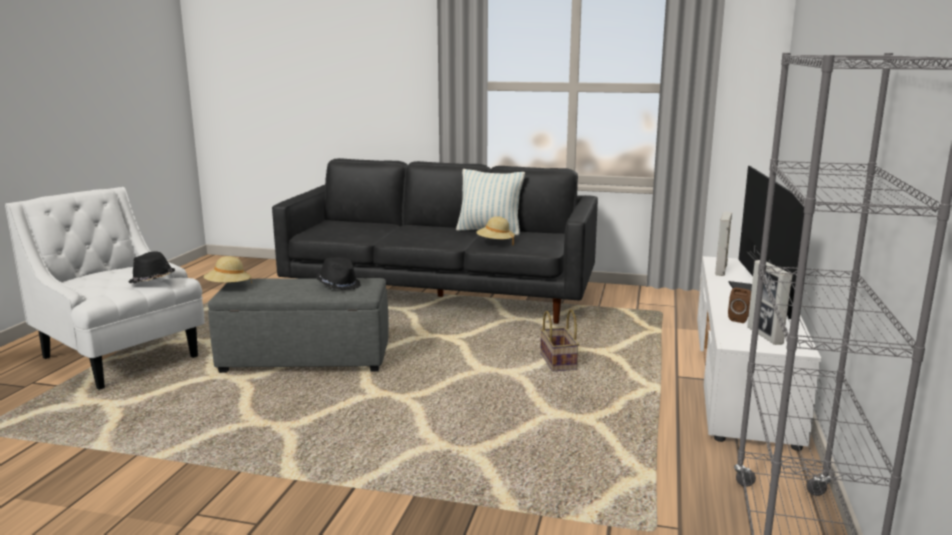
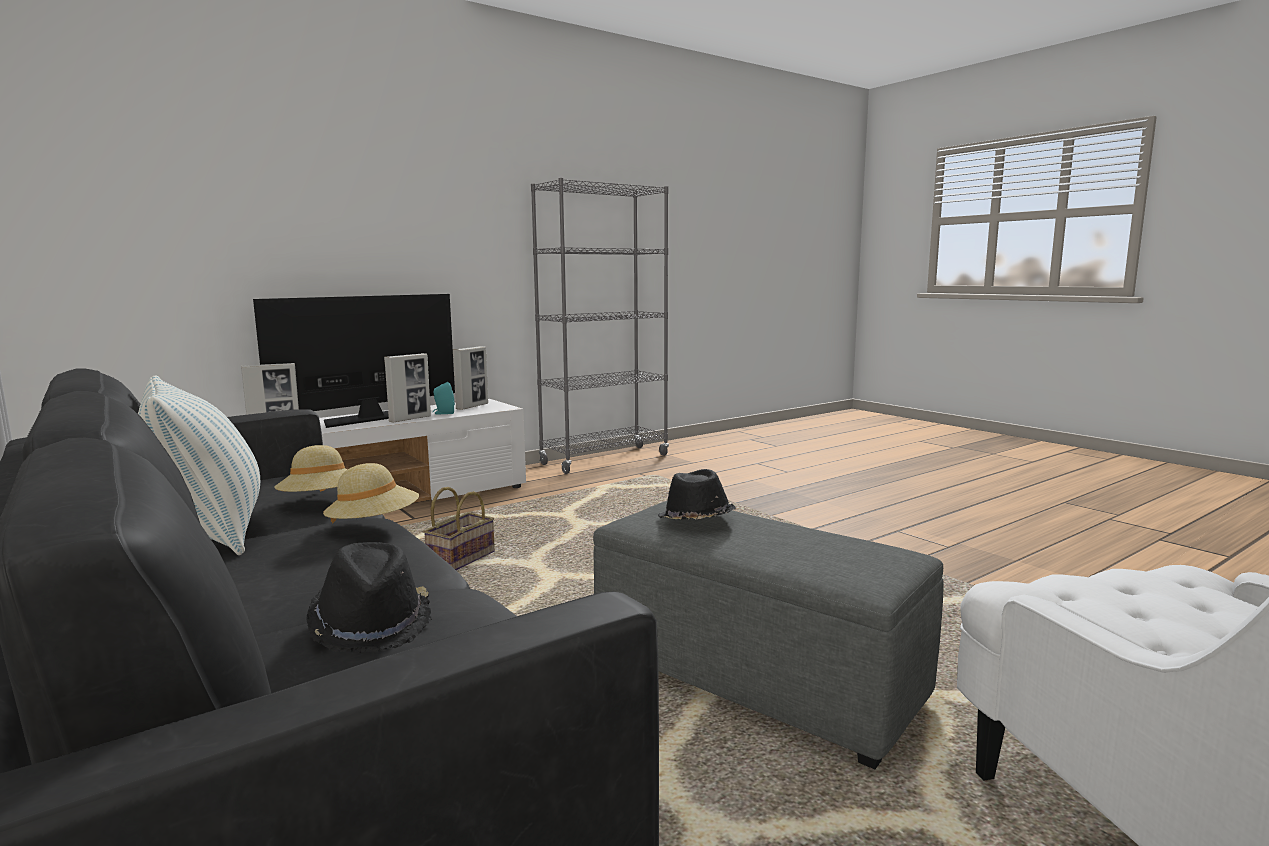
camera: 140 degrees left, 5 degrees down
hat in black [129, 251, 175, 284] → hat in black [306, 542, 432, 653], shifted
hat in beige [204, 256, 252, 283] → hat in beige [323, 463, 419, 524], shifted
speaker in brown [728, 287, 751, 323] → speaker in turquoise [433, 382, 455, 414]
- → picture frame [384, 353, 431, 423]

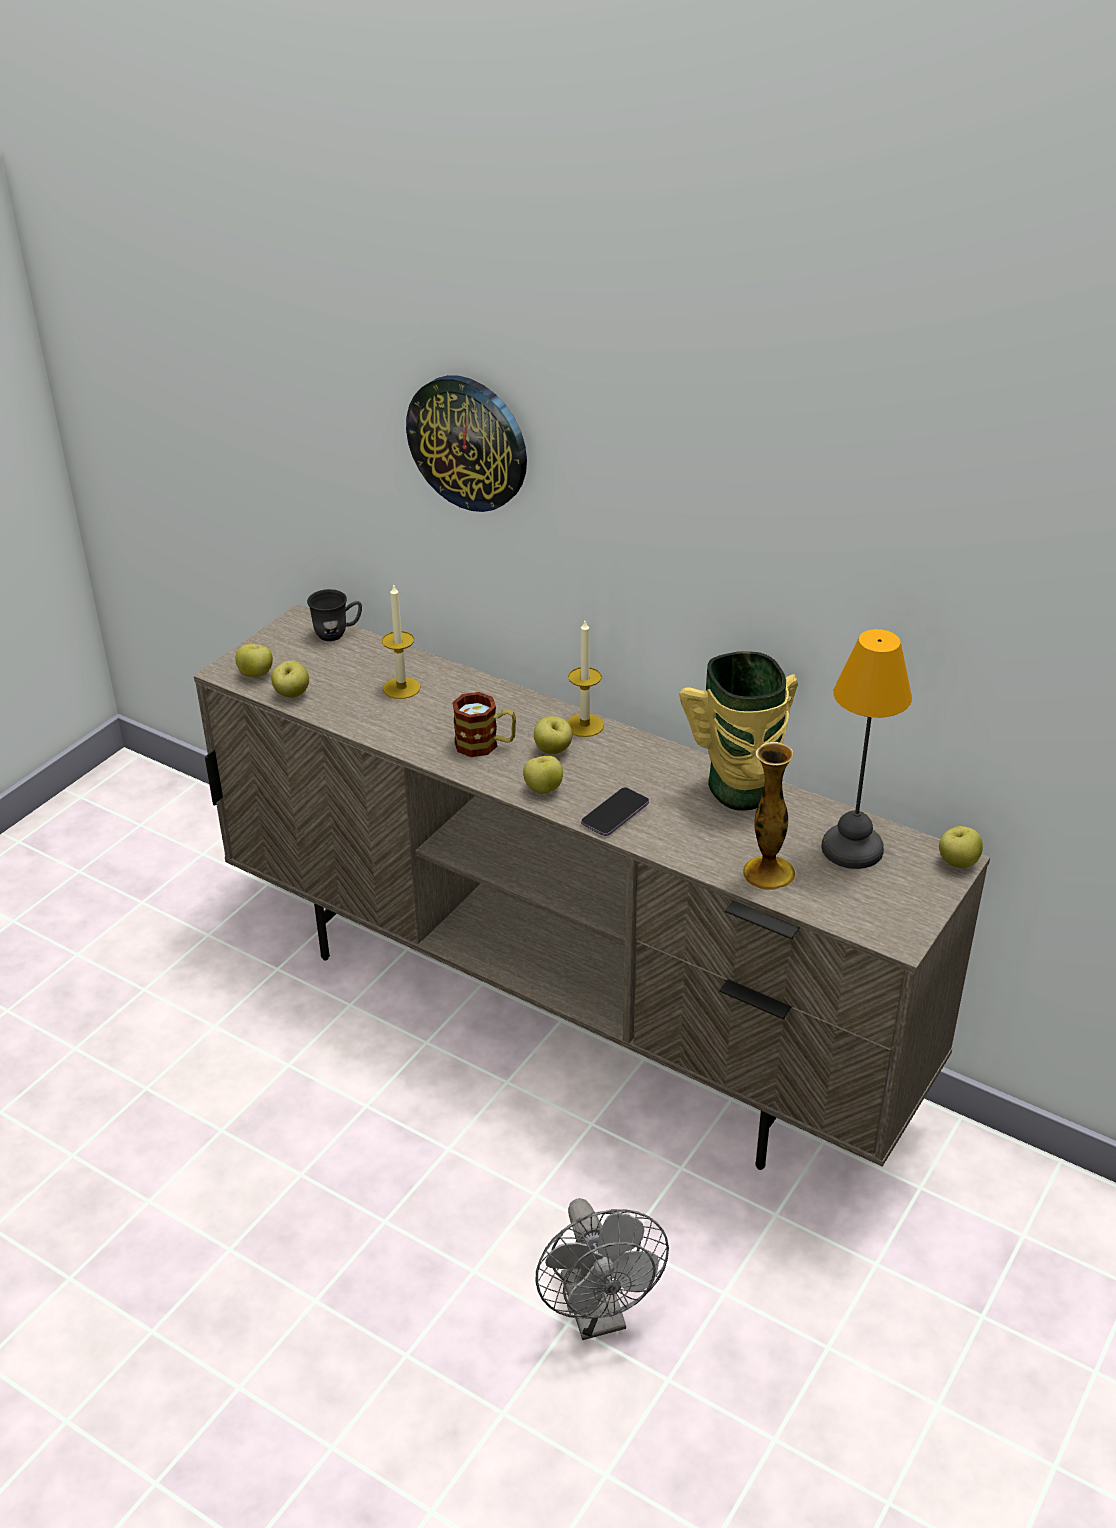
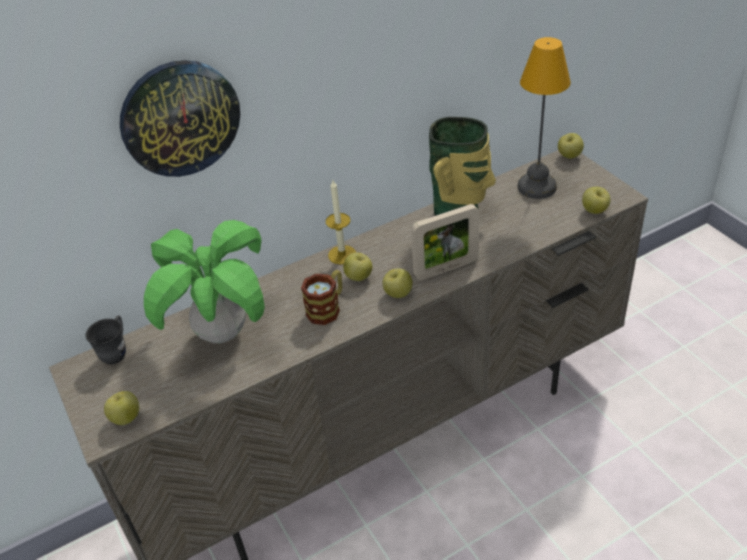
camera: 60 degrees left, 5 degrees up
candle [382, 583, 421, 699] → potted plant [144, 220, 265, 344]
apple [271, 661, 309, 698] → apple [582, 187, 611, 214], shifted
vase [743, 742, 796, 891] → -
phone [581, 787, 649, 836] → picture frame [411, 204, 479, 280]
fan in grey [536, 1198, 669, 1340] → -

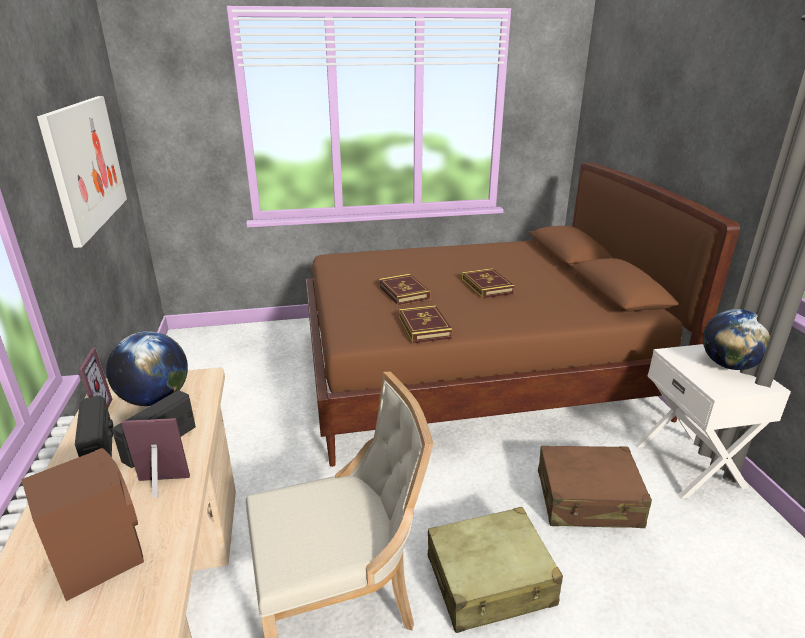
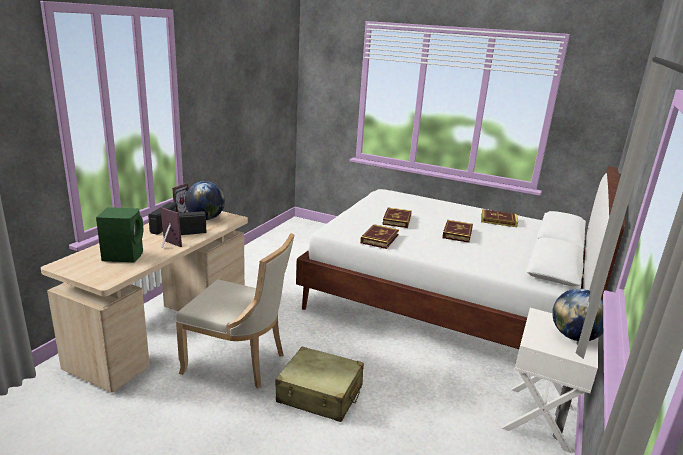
camera: 35 degrees right, 5 degrees down
picture [37, 96, 127, 248] → -
bed in brown [306, 162, 740, 467] → bed in white [296, 166, 625, 349]
suitcase in brown [538, 446, 652, 528] → -
speaker in brown [21, 448, 144, 601] → speaker in green [96, 207, 143, 263]
- → book [481, 209, 518, 227]

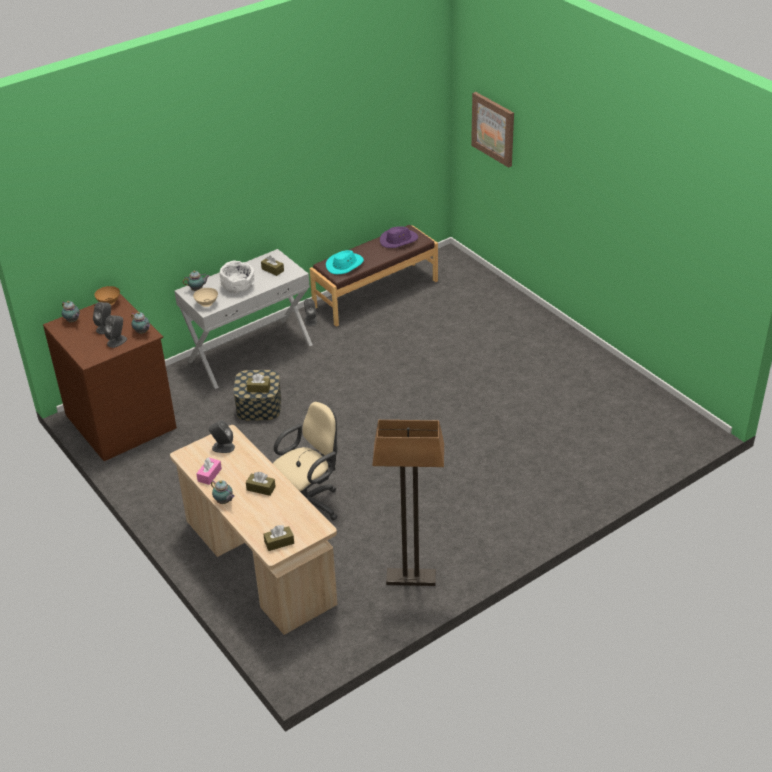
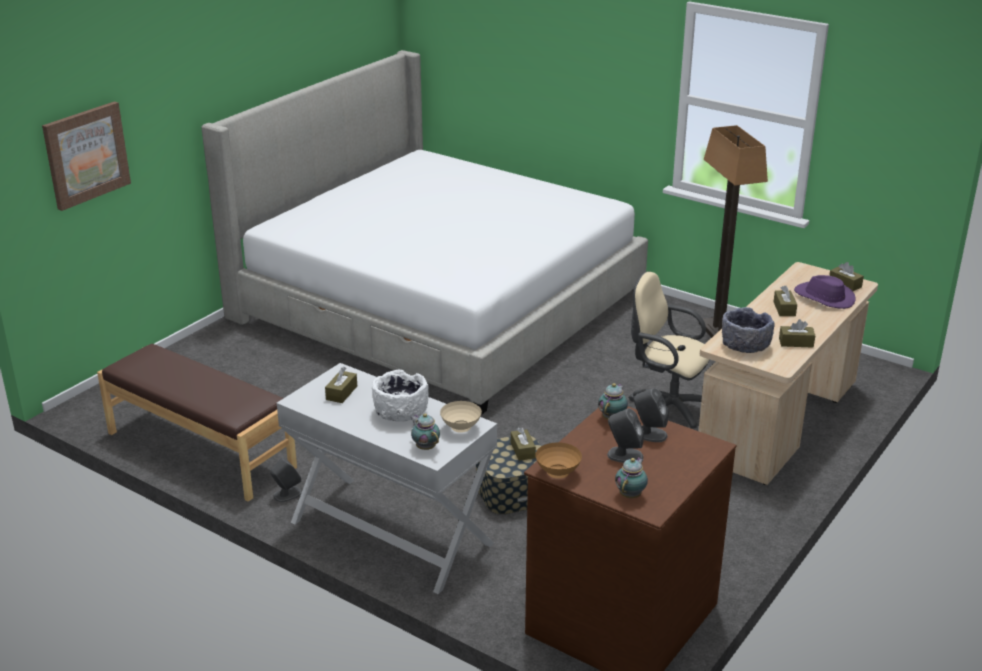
camera: 110 degrees left, 10 degrees down
hat in purple [380, 226, 418, 248] → hat in purple [794, 275, 856, 309], shifted
hat in turquoise [326, 250, 364, 274] → -
speaker in grey [209, 420, 235, 453] → bowl in grey [722, 307, 775, 353]
tissue box in pink [196, 458, 222, 485] → tissue box in brown [779, 319, 815, 348]
teapot [211, 480, 235, 504] → -
- → bed [201, 50, 648, 415]

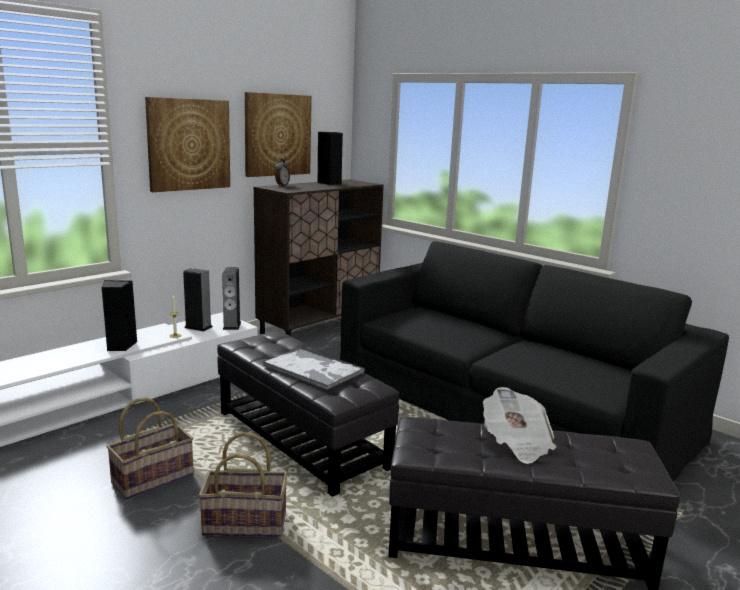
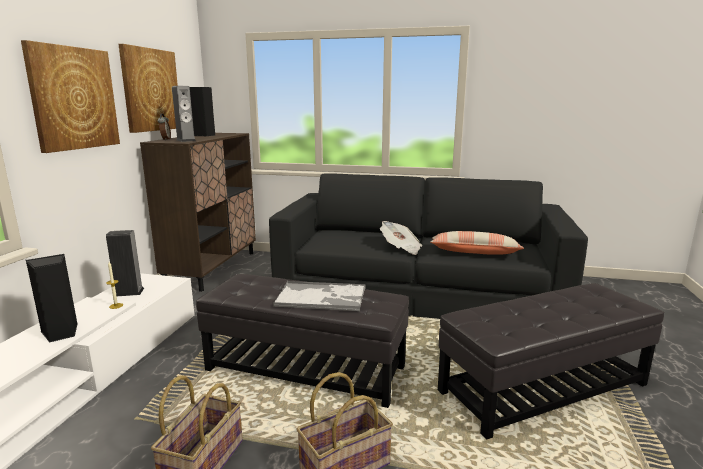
camera: 30 degrees left, 0 degrees up
speaker [222, 267, 241, 330] → speaker [172, 86, 196, 142], shifted
newspaper [483, 387, 556, 464] → newspaper [380, 221, 422, 255], shifted
- → pillow [430, 231, 524, 255]

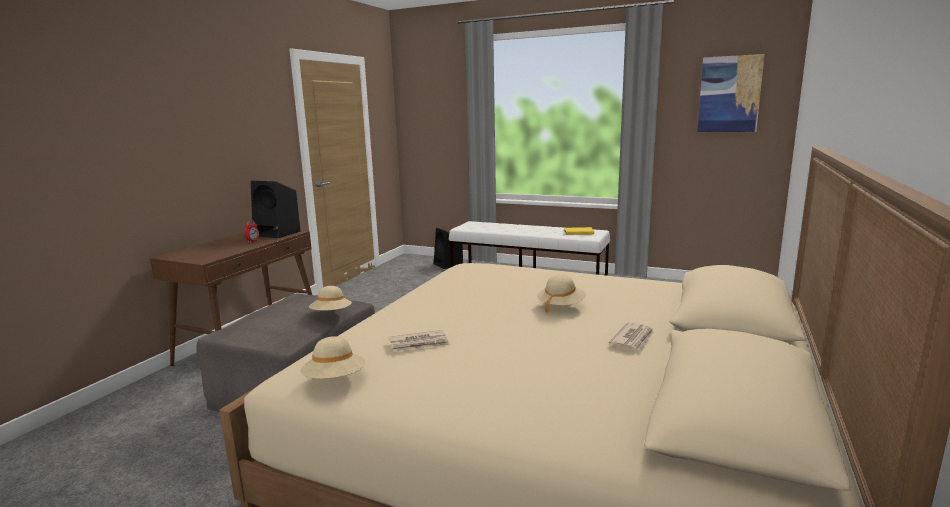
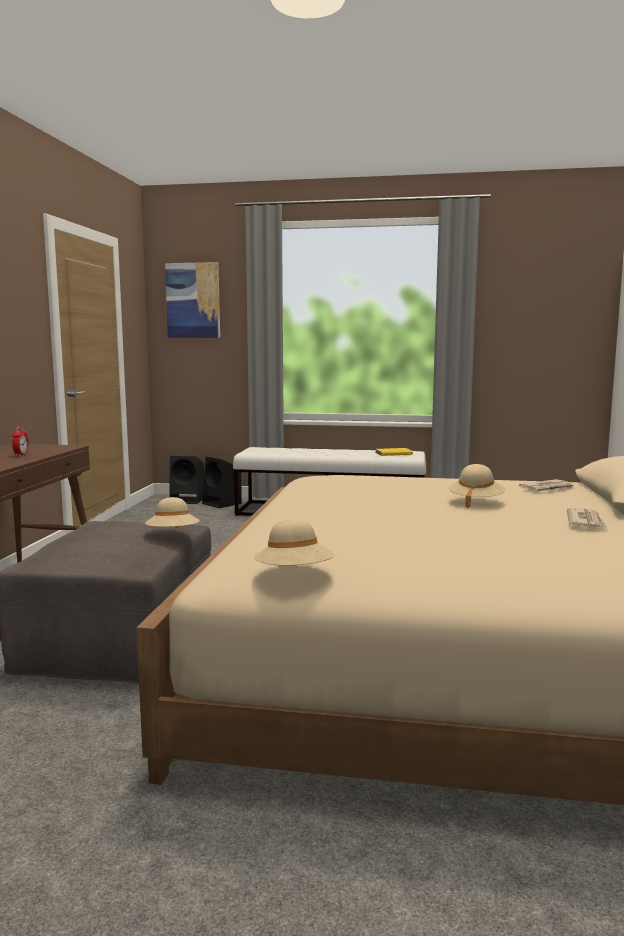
camera: 15 degrees left, 5 degrees down
picture [697, 54, 765, 132] → picture [165, 262, 220, 338], shifted
speaker in black [251, 181, 301, 238] → speaker in black [170, 456, 204, 504], shifted
newspaper [389, 330, 450, 352] → newspaper [519, 479, 574, 492], shifted

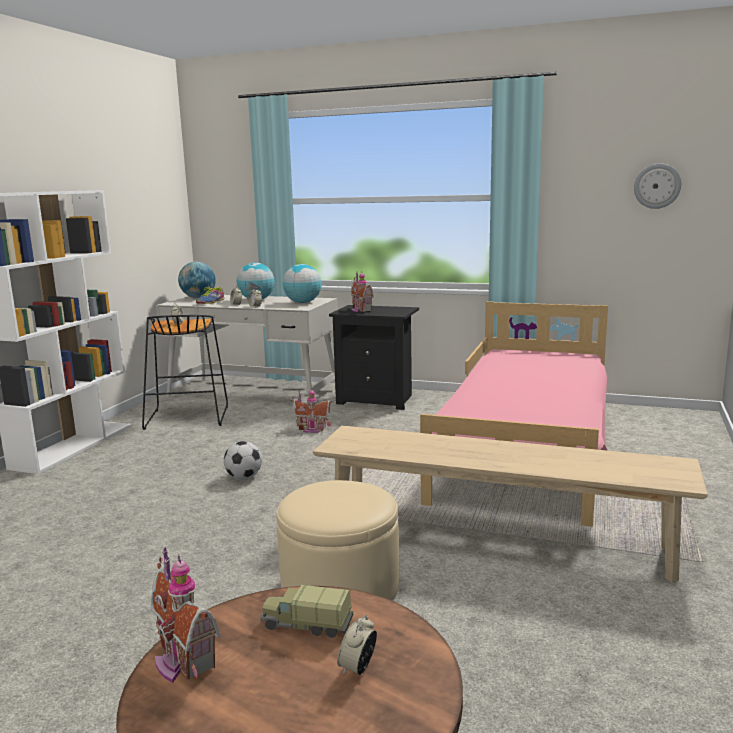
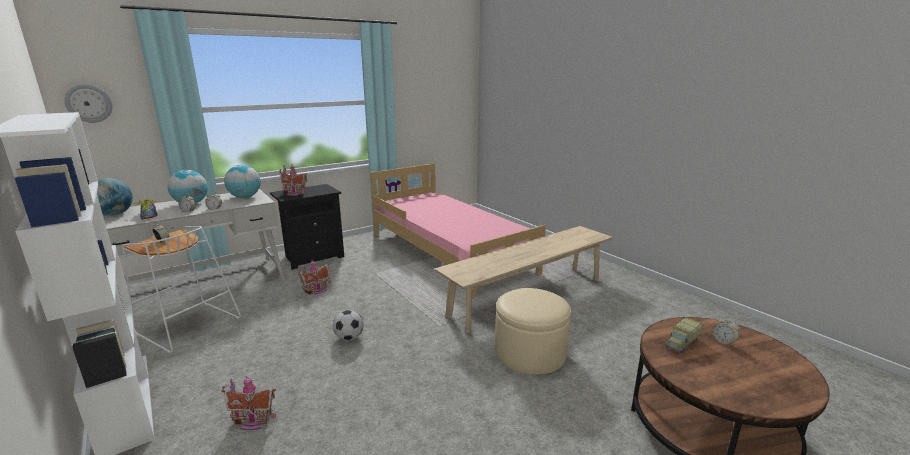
camera: 55 degrees left, 5 degrees up
wall clock [634, 163, 681, 209] → wall clock [64, 84, 112, 123], shifted
stool in black [142, 315, 228, 430] → stool in white [122, 226, 241, 354]
toy house [151, 547, 221, 683] → toy house [221, 376, 277, 430], shifted

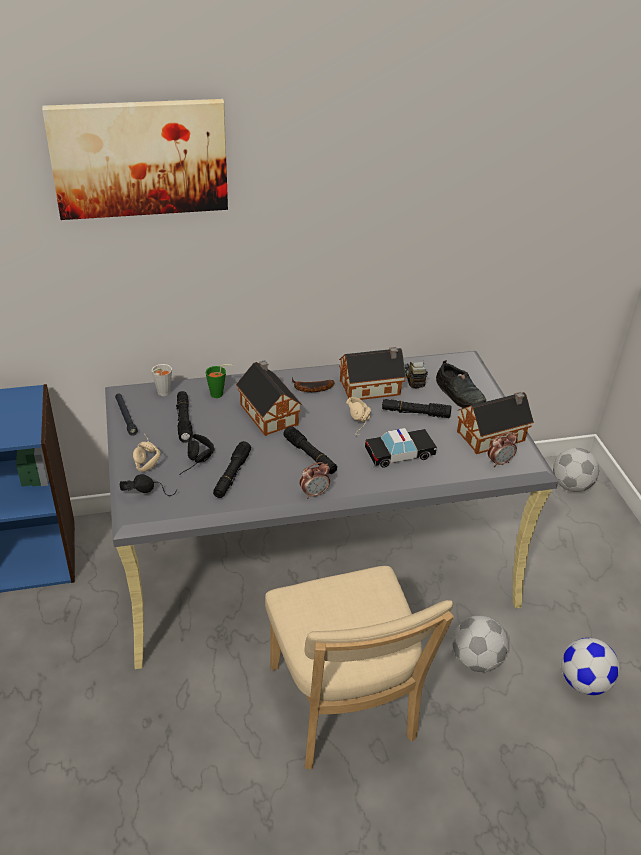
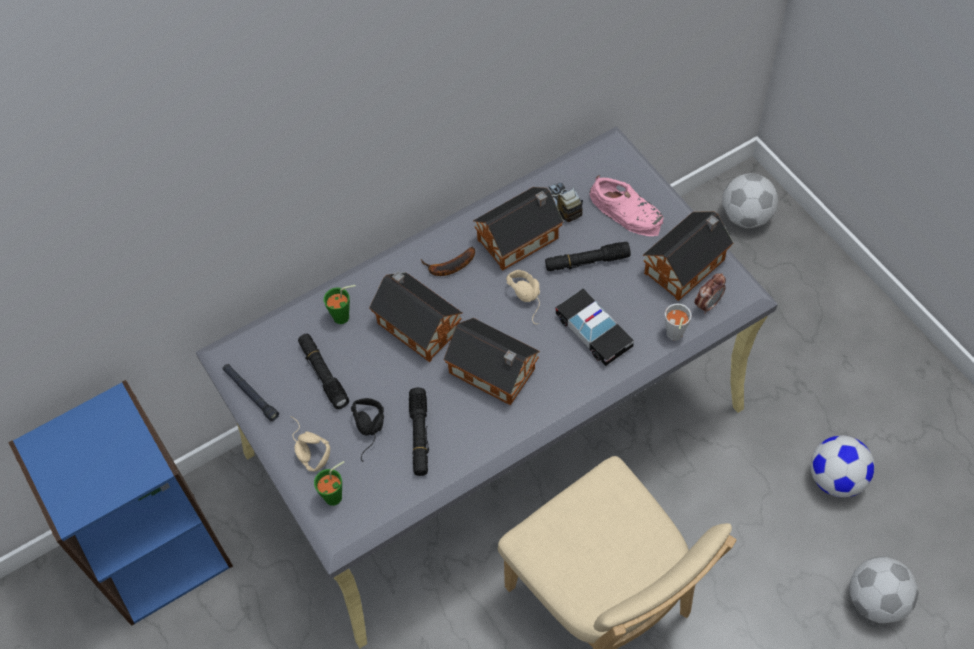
camera: 15 degrees left, 20 degrees up
picture [42, 99, 228, 220] → -
shoe in black [436, 360, 486, 408] → shoe in pink [589, 175, 663, 236]
cup in grey [152, 364, 172, 396] → cup in grey [665, 303, 692, 341], shifted
flashlight in black [283, 426, 337, 474] → toy house [444, 318, 540, 405]
toy car [365, 428, 437, 468] → toy car [555, 289, 634, 366], 90 degrees clockwise
alarm clock [299, 462, 330, 499] → -
headphones in black [120, 474, 177, 496] → cup in green [314, 461, 345, 506]
football [452, 616, 509, 672] → football [849, 557, 918, 624], shifted

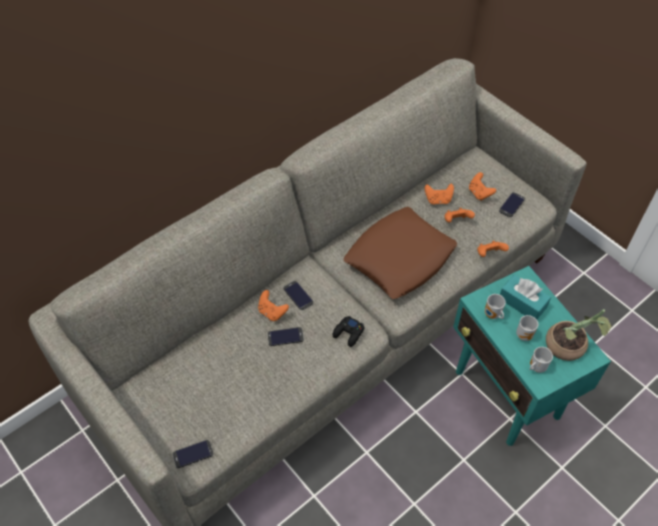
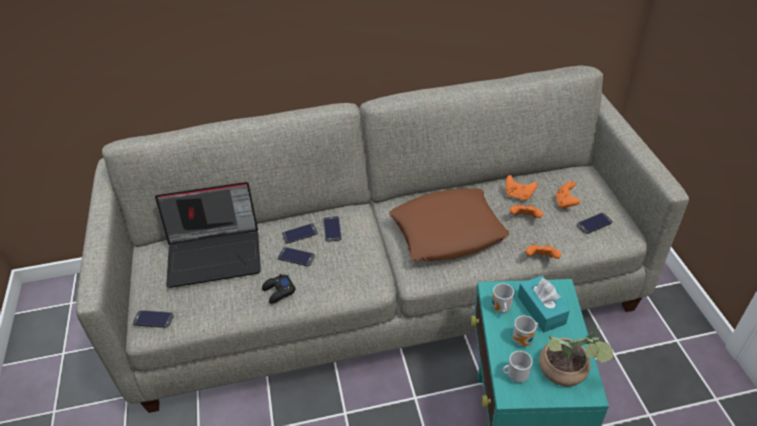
camera: 30 degrees right, 10 degrees down
game controller in orange [258, 290, 289, 321] → phone [282, 223, 318, 244]
game controller in black [333, 316, 364, 347] → game controller in black [262, 274, 296, 304], shifted
- → laptop [155, 182, 261, 288]

